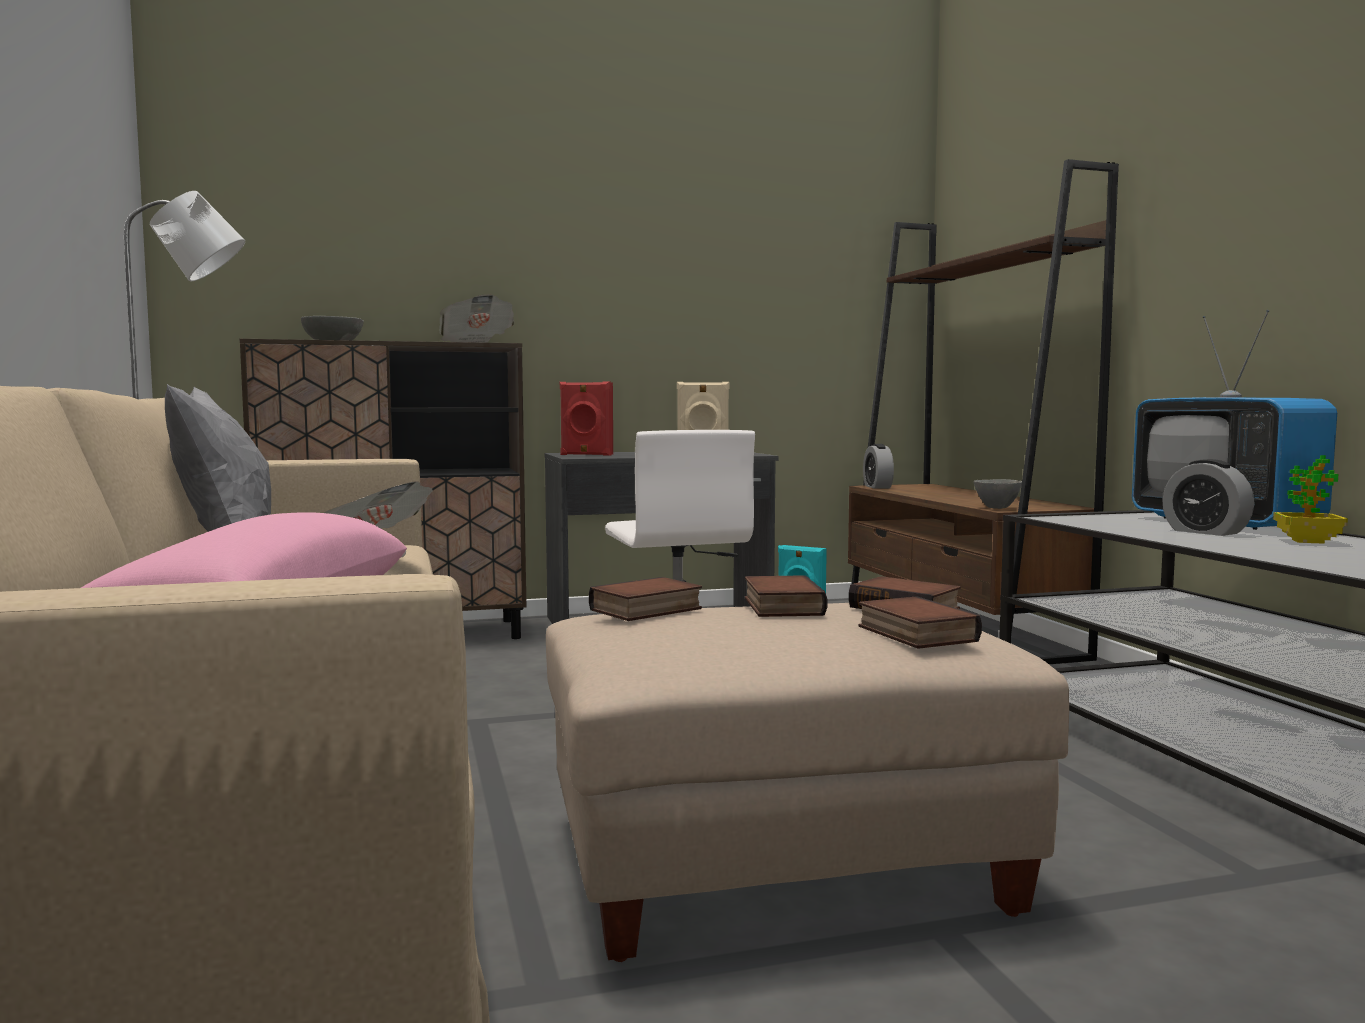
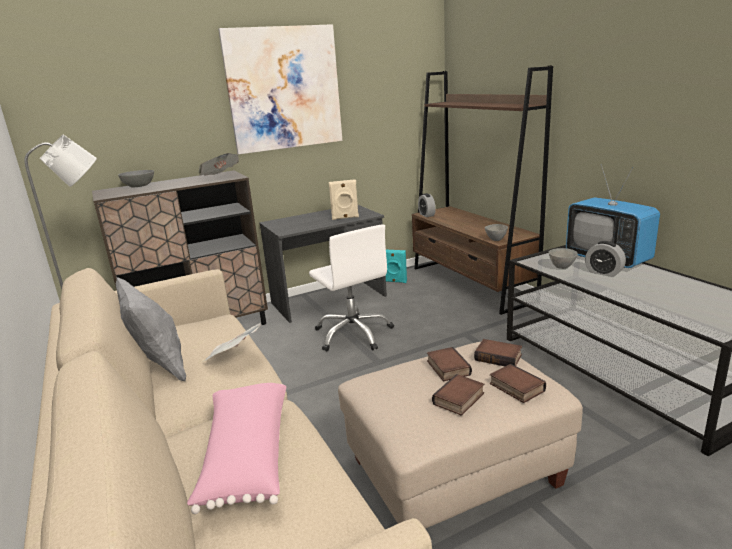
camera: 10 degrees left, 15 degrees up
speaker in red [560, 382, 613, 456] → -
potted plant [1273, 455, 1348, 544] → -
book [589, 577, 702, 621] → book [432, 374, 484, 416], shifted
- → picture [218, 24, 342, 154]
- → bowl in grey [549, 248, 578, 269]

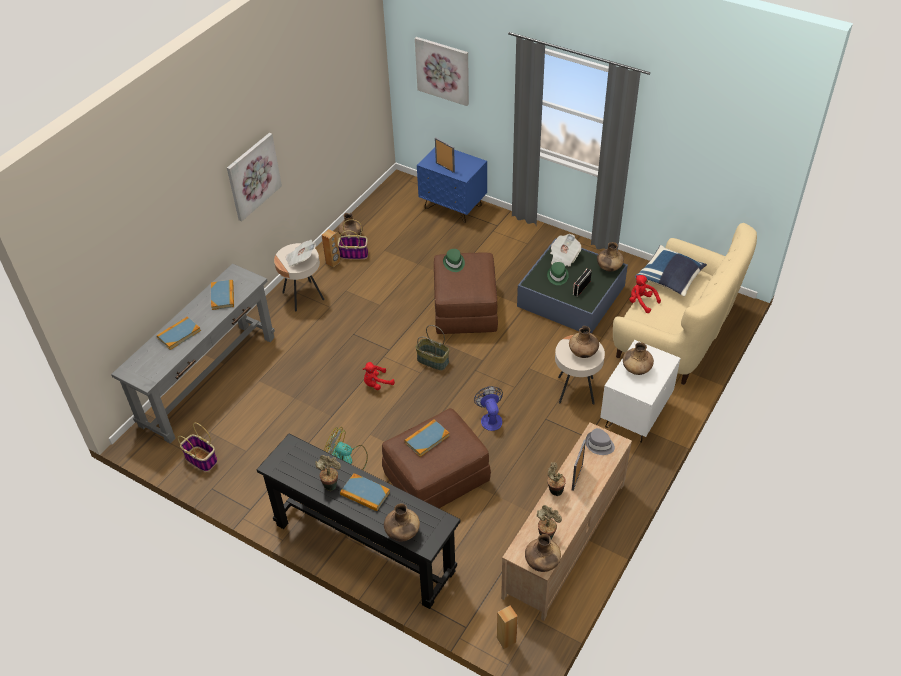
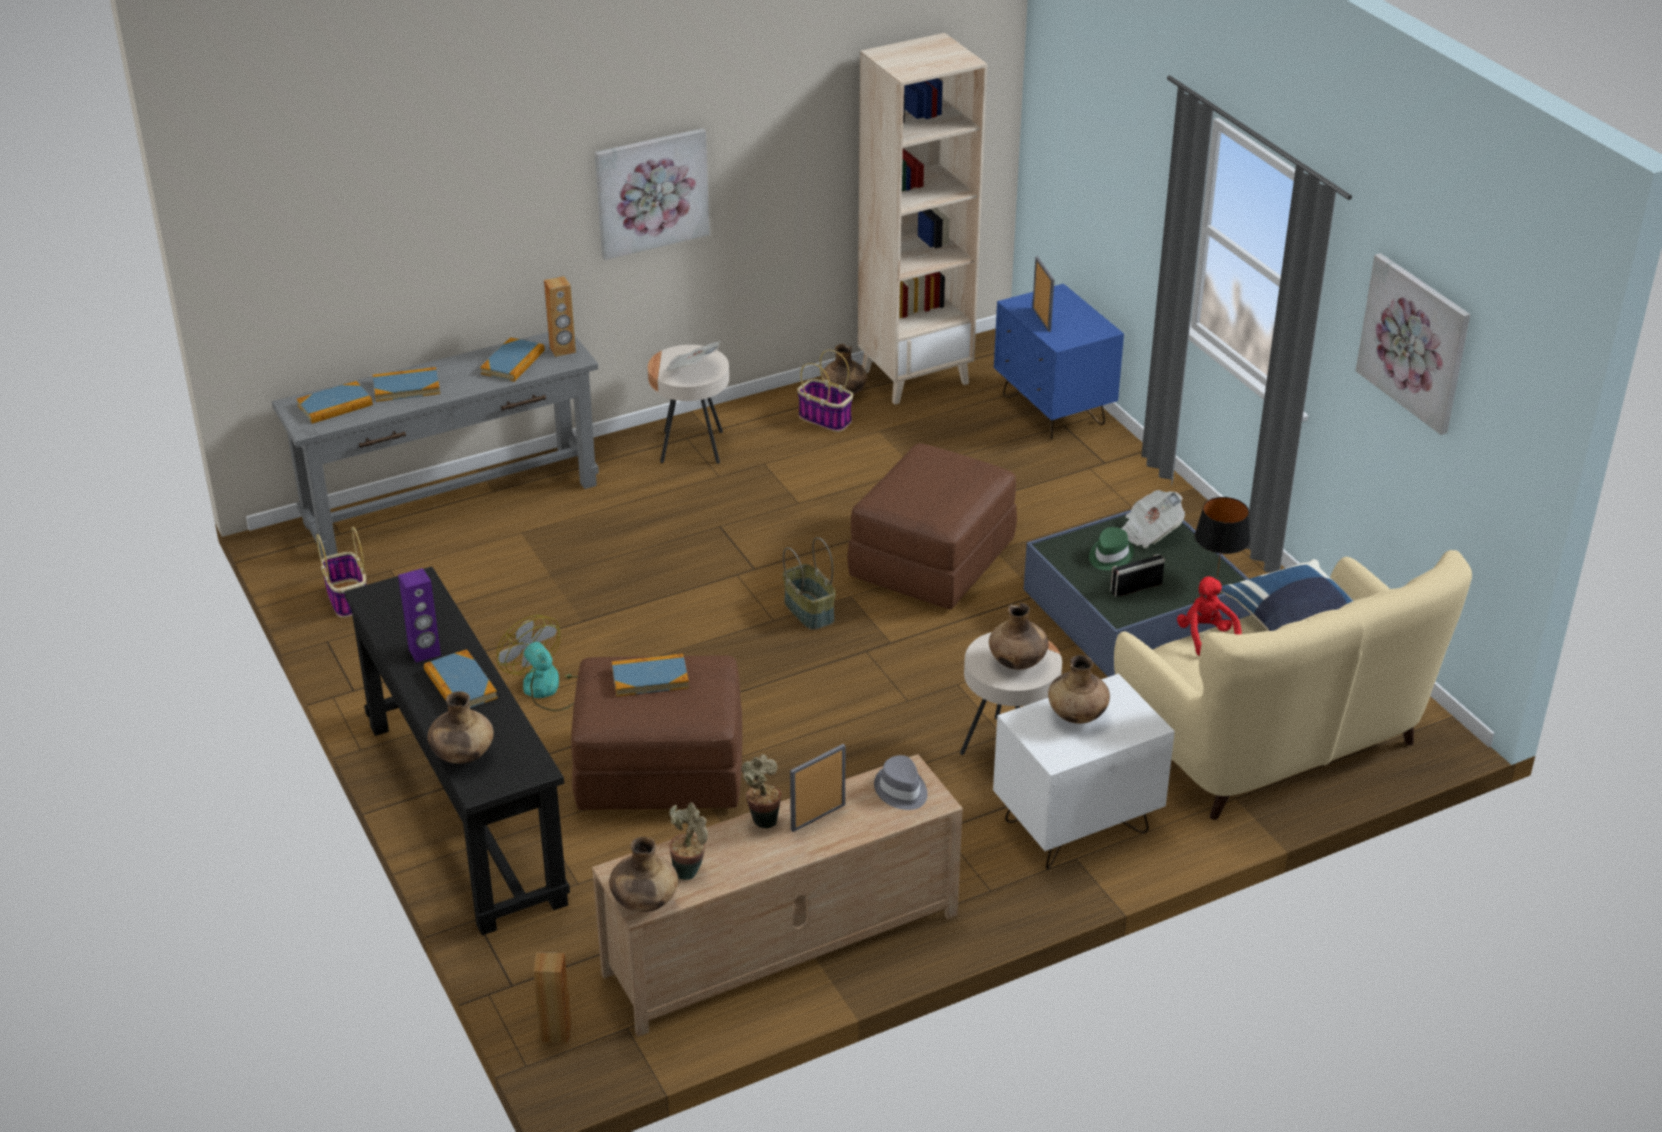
camera: 30 degrees right, 10 degrees down
picture [415, 37, 469, 106] → picture [1356, 253, 1470, 435], shifted
speaker in brown [322, 229, 340, 268] → speaker in brown [544, 276, 576, 357], shifted
vase in brown [597, 242, 624, 272] → table lamp in black [1195, 497, 1250, 578]
hat in green [443, 249, 465, 272] → -
plush toy in red [363, 362, 395, 390] → -
fan [474, 386, 503, 431] → -
potted plant [315, 455, 341, 491] → speaker in purple [398, 568, 441, 663]
- → bookcase in beige [858, 33, 987, 405]
- → book [296, 381, 373, 424]

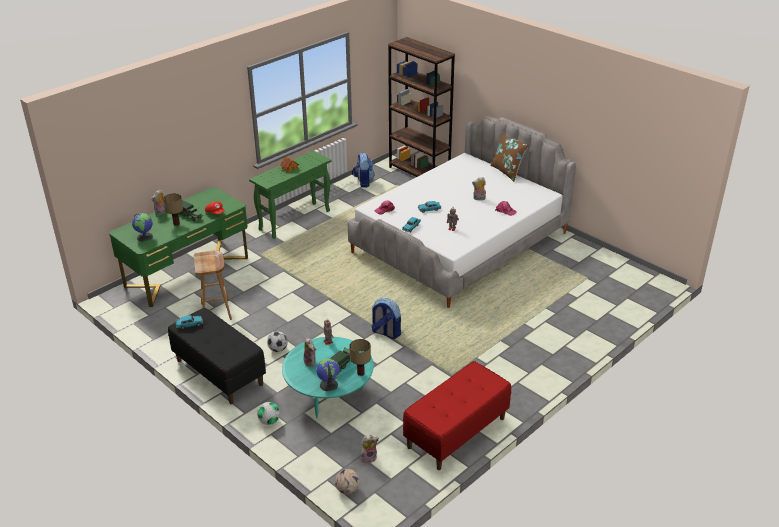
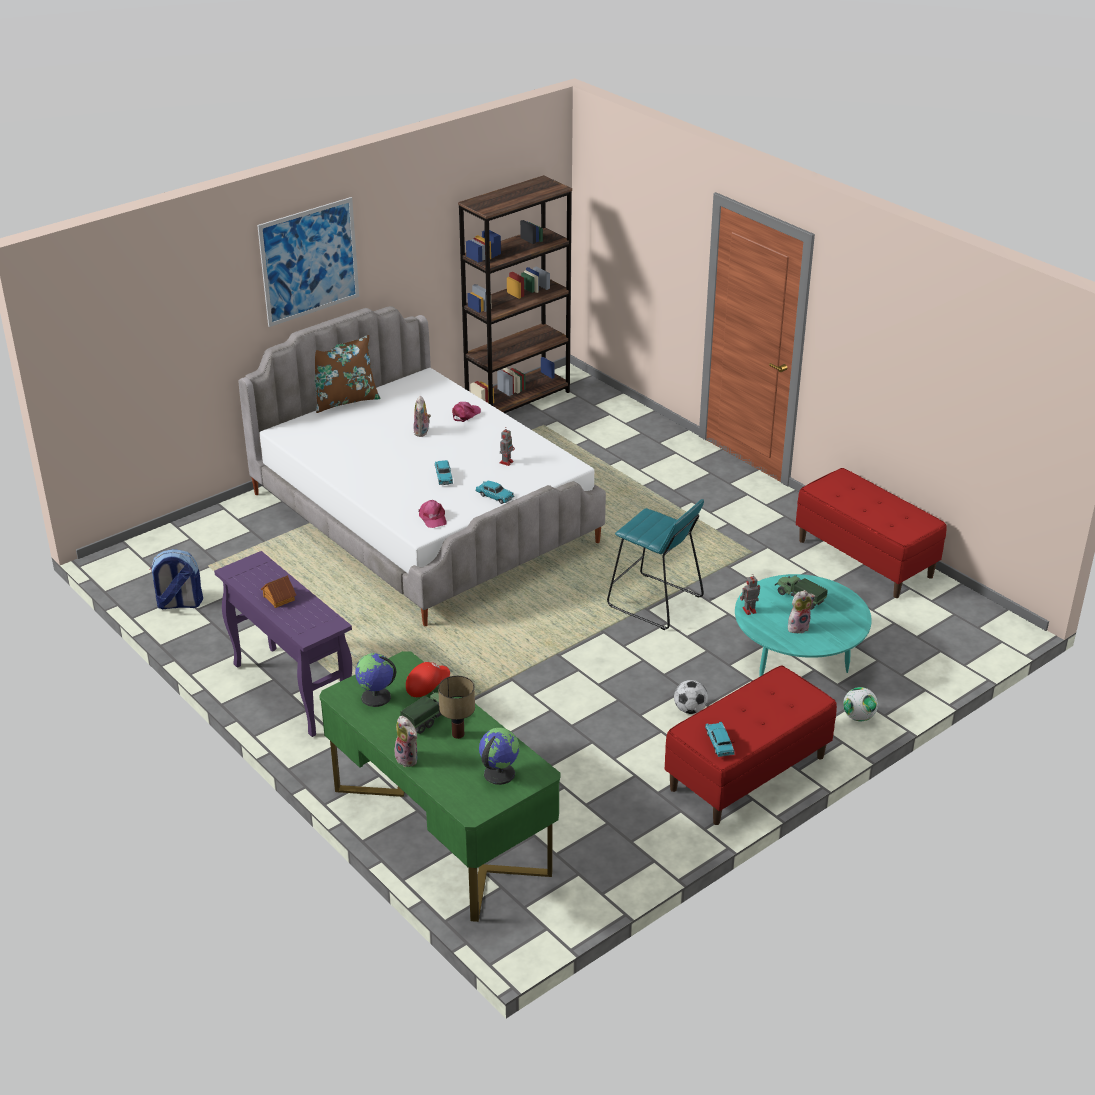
camera: 85 degrees left, 0 degrees up
bookcase in brown [388, 37, 455, 177] → bookcase in brown [458, 175, 572, 413], shifted
console table in green [249, 151, 332, 239] → console table in purple [214, 551, 352, 737]
stool in brown [194, 250, 232, 320] → -
backpack [371, 298, 401, 339] → stool in turquoise [607, 499, 704, 630]
bench in black [168, 308, 266, 404] → bench in red [665, 665, 837, 825]
table lamp [349, 339, 371, 376] → -
globe [316, 358, 340, 391] → globe [355, 653, 396, 707], shifted
plush toy [361, 435, 379, 463] → -
football [335, 469, 360, 495] → -
- → picture [257, 197, 359, 327]

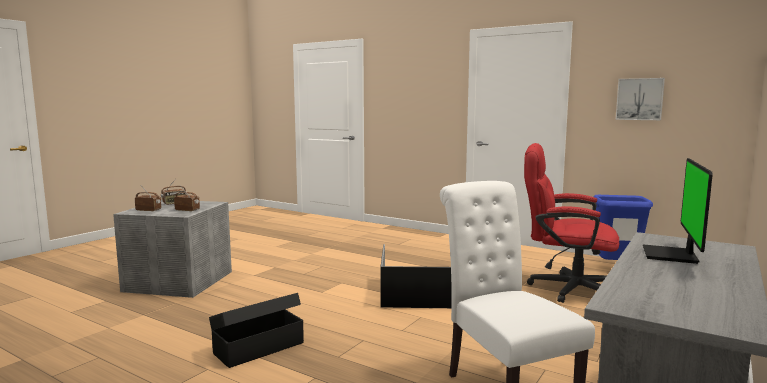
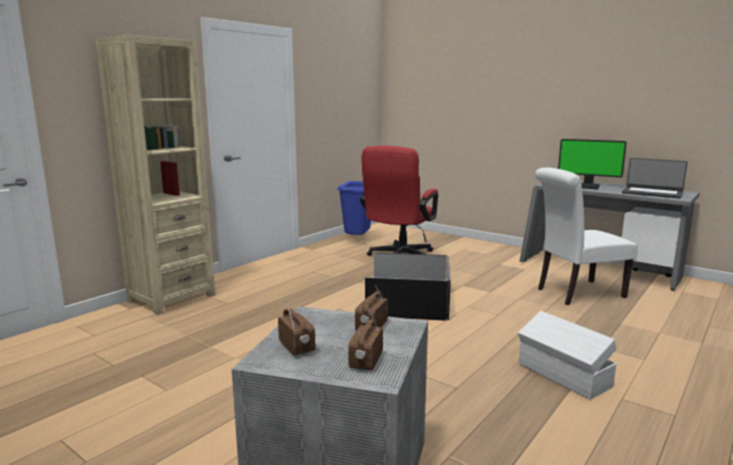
camera: 85 degrees left, 5 degrees up
picture [616, 78, 665, 120] → -
storage box in black [209, 293, 304, 368] → storage box in white [518, 311, 617, 399]
- → bookcase in beige [96, 35, 215, 315]
- → laptop [622, 158, 688, 198]

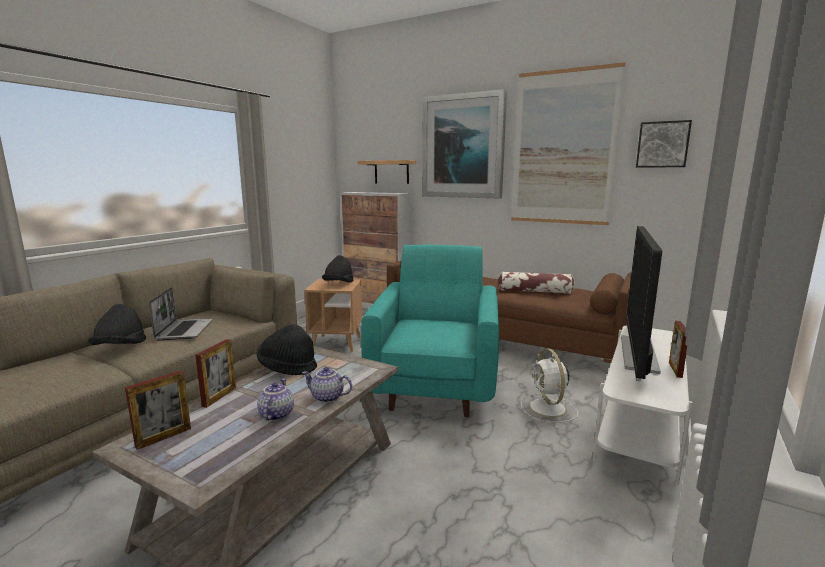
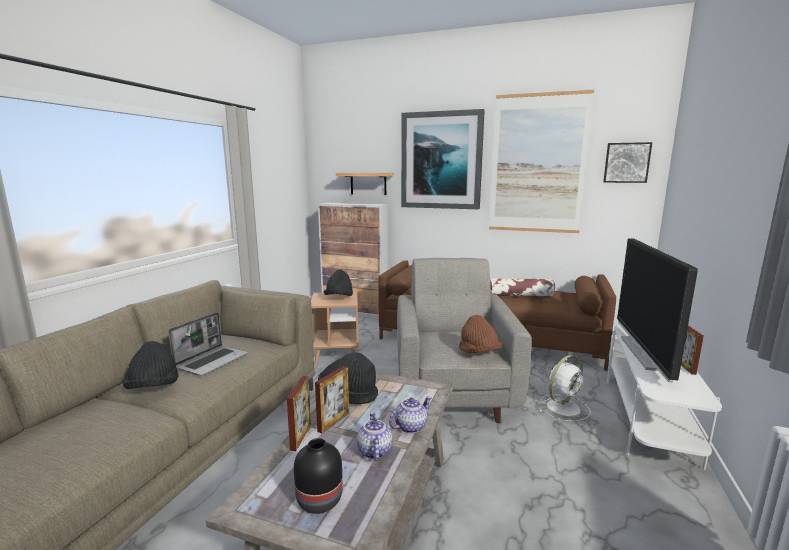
camera: 10 degrees left, 0 degrees up
armchair in turquoise [361, 245, 499, 417] → armchair in grey [397, 258, 532, 423]
laptop [149, 287, 213, 340] → laptop [168, 312, 248, 376], 45 degrees clockwise
fan in white [521, 349, 578, 423] → fan in white [539, 355, 591, 422], 105 degrees counterclockwise
teapot [302, 367, 352, 403] → teapot [389, 397, 432, 433], 135 degrees clockwise
picture frame [125, 371, 191, 450] → picture frame [315, 366, 349, 434], shifted
- → hat in brown [459, 315, 503, 353]
- → vase in black [294, 438, 343, 514]

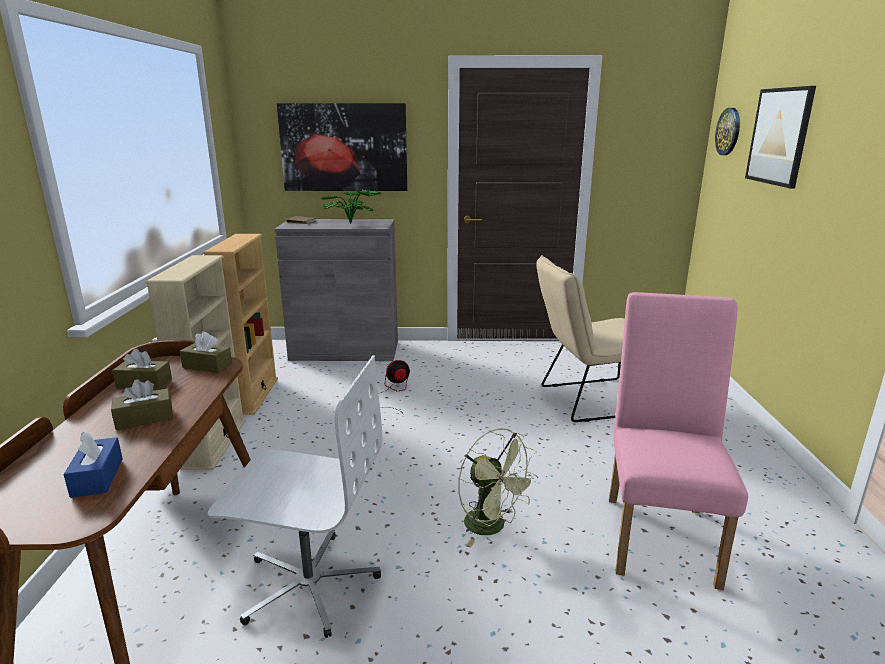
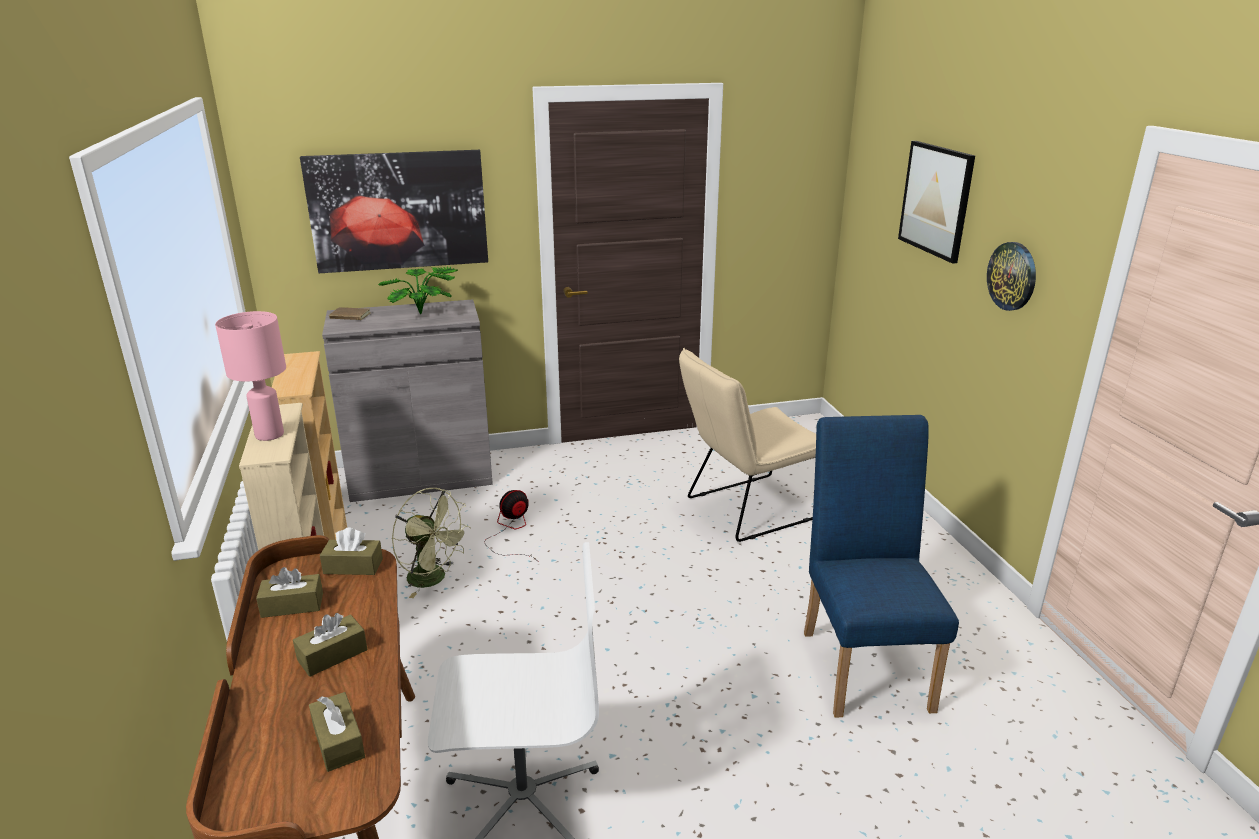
camera: 15 degrees left, 5 degrees up
wall clock [715, 108, 740, 155] → wall clock [987, 242, 1036, 311], shifted
chair in pink [609, 292, 748, 590] → chair in blue [804, 415, 959, 718]
fan in green [458, 428, 539, 546] → fan in green [392, 488, 471, 598], shifted
tissue box in blue [63, 431, 123, 498] → tissue box in brown [309, 692, 365, 772]
- → table lamp in pink [215, 311, 286, 441]

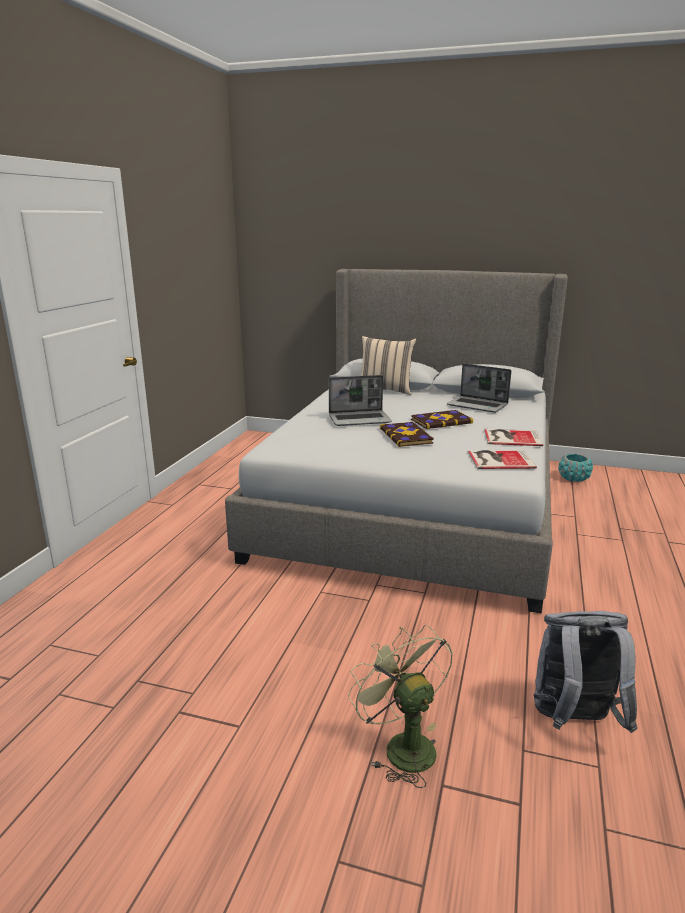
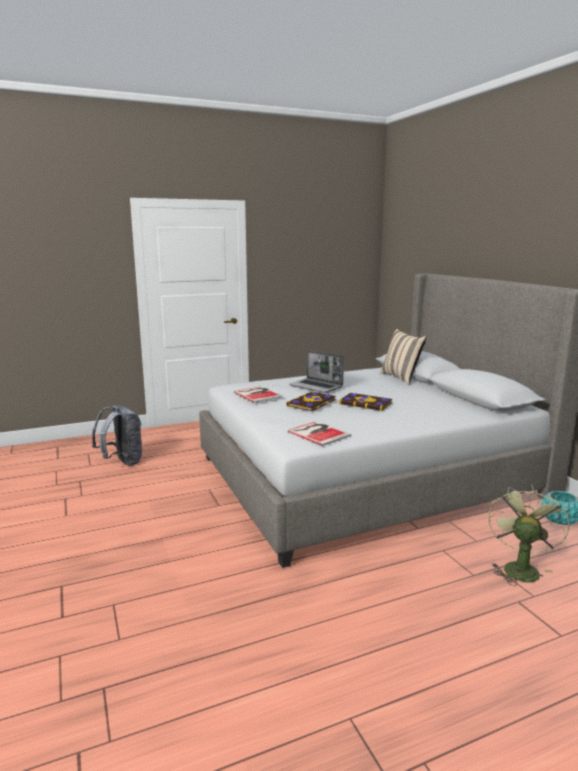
camera: 50 degrees right, 5 degrees down
laptop [447, 364, 511, 413] → -
book [484, 429, 543, 446] → book [234, 386, 283, 403], shifted
backpack in grey [534, 611, 637, 733] → backpack in grey [92, 405, 142, 466], shifted
fan in green [348, 625, 453, 788] → fan in green [488, 485, 569, 586], shifted

